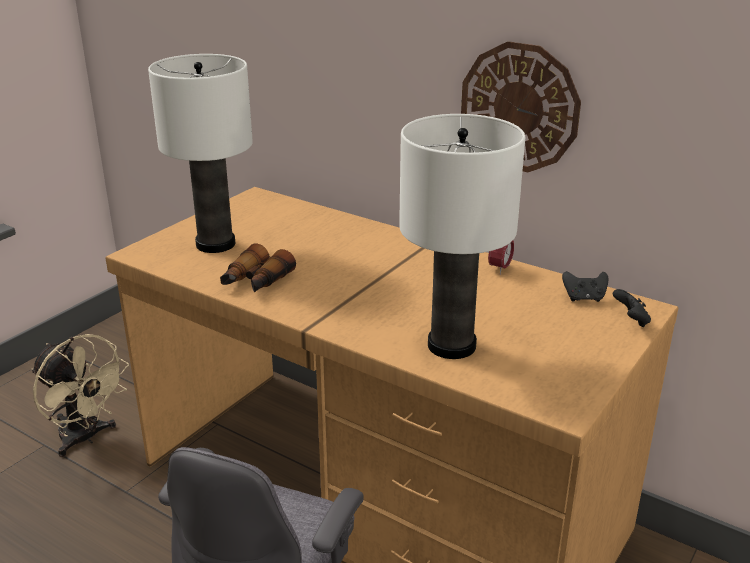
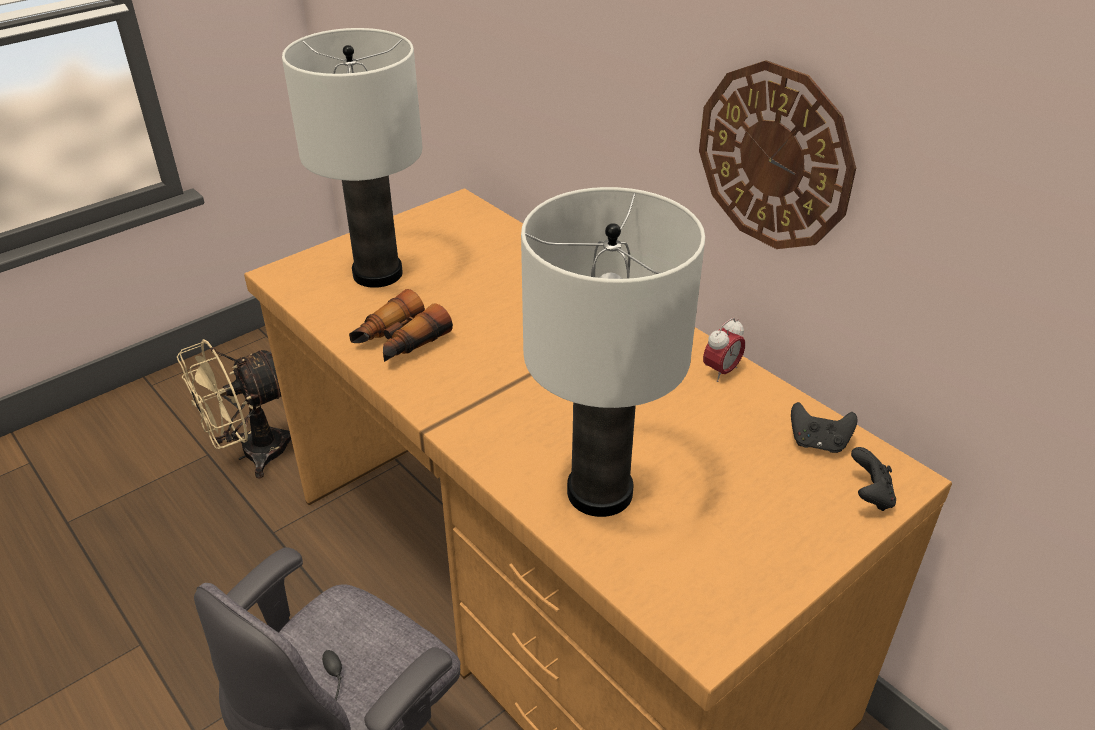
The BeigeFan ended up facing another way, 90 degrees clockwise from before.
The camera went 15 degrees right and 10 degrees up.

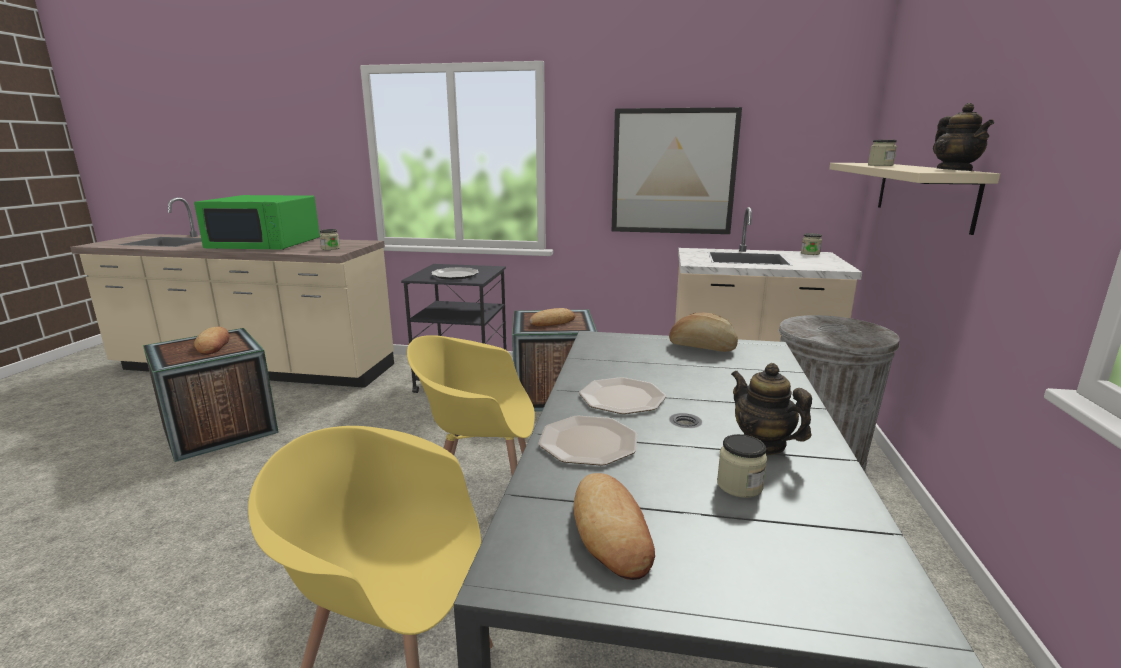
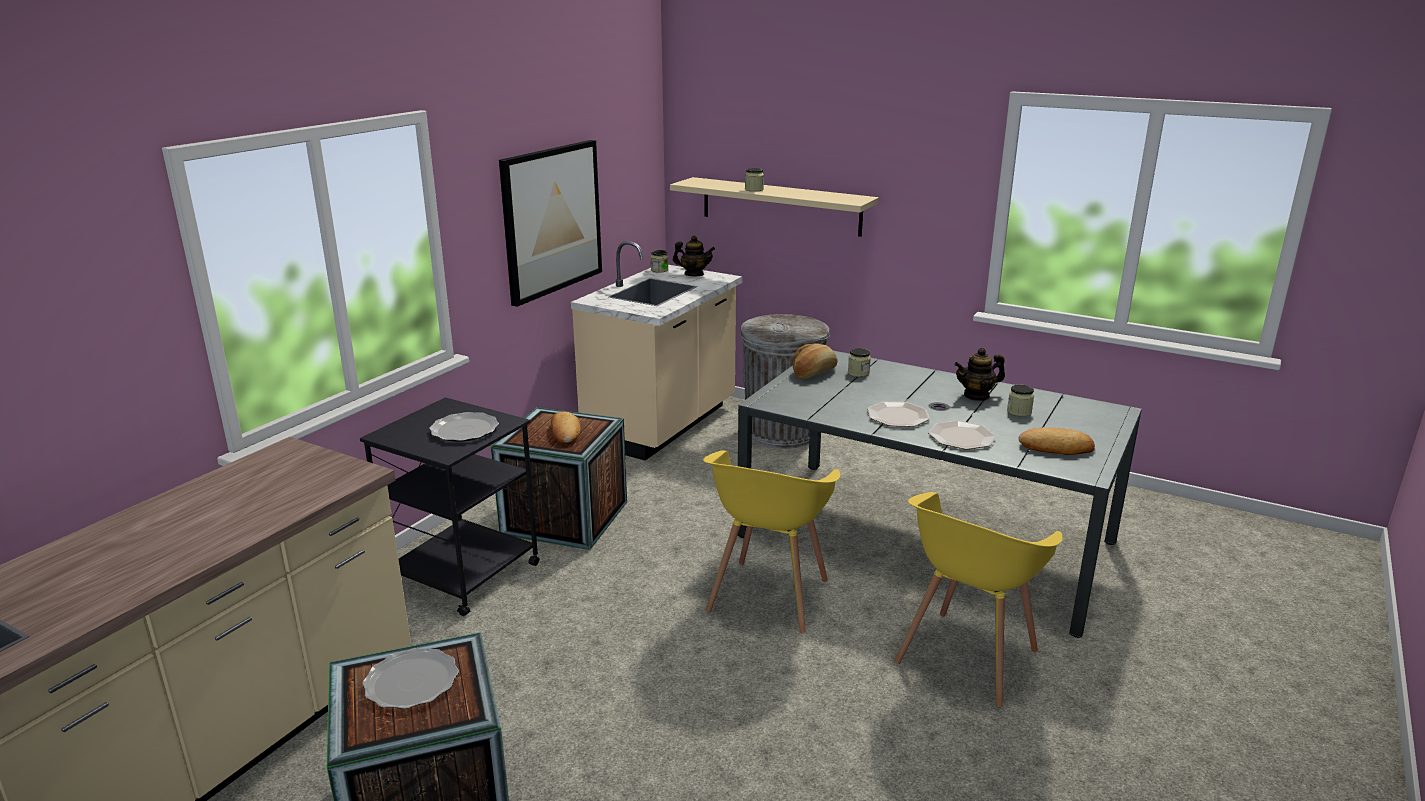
The Teapot (2nd from left in the first image) ended up elsewhere.
The second view lost the GreenMicrowave.
The Jar (1st from left in the first image) ended up elsewhere.
Where the Bread (1st from left) stood, the Plate (1st from left) came to stand.
The camera went 70 degrees left and 5 degrees up.

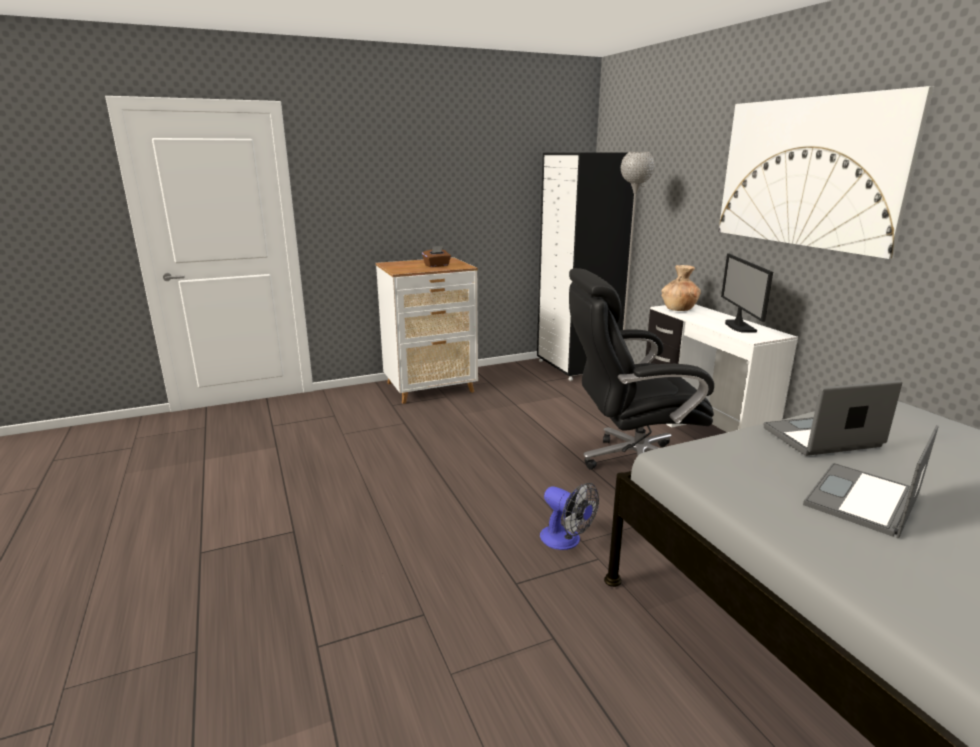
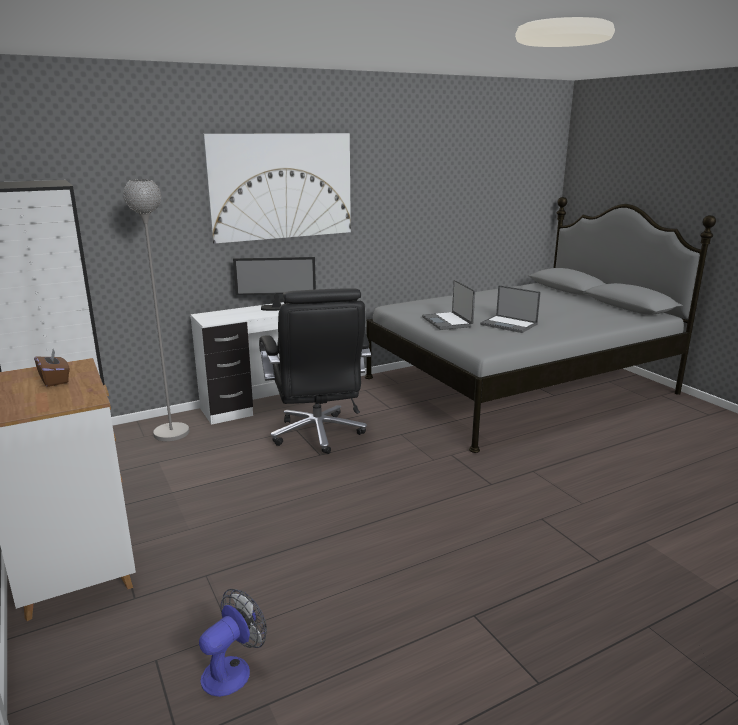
The second view lost the BrownVase.
The Fan ended up elsewhere.
The camera went 95 degrees left and 0 degrees up.

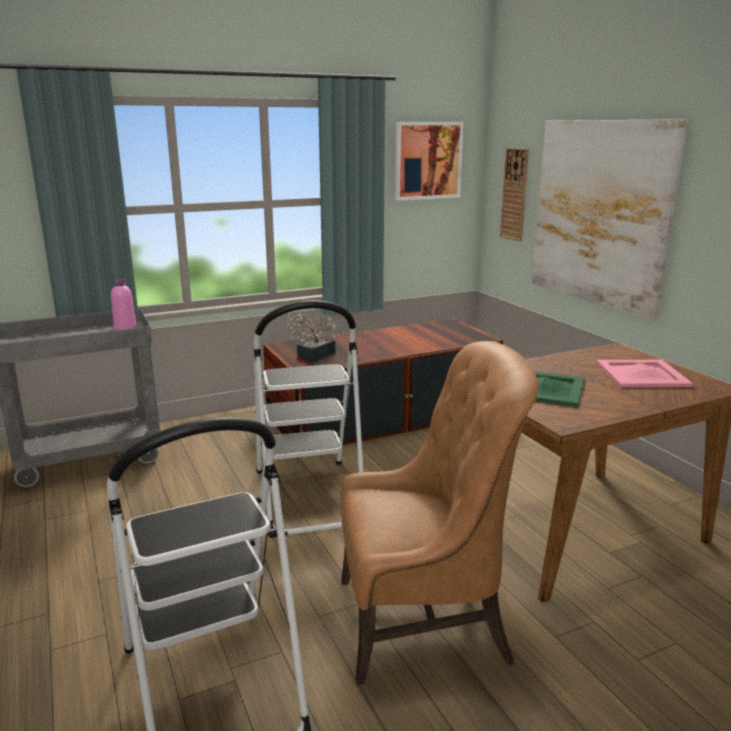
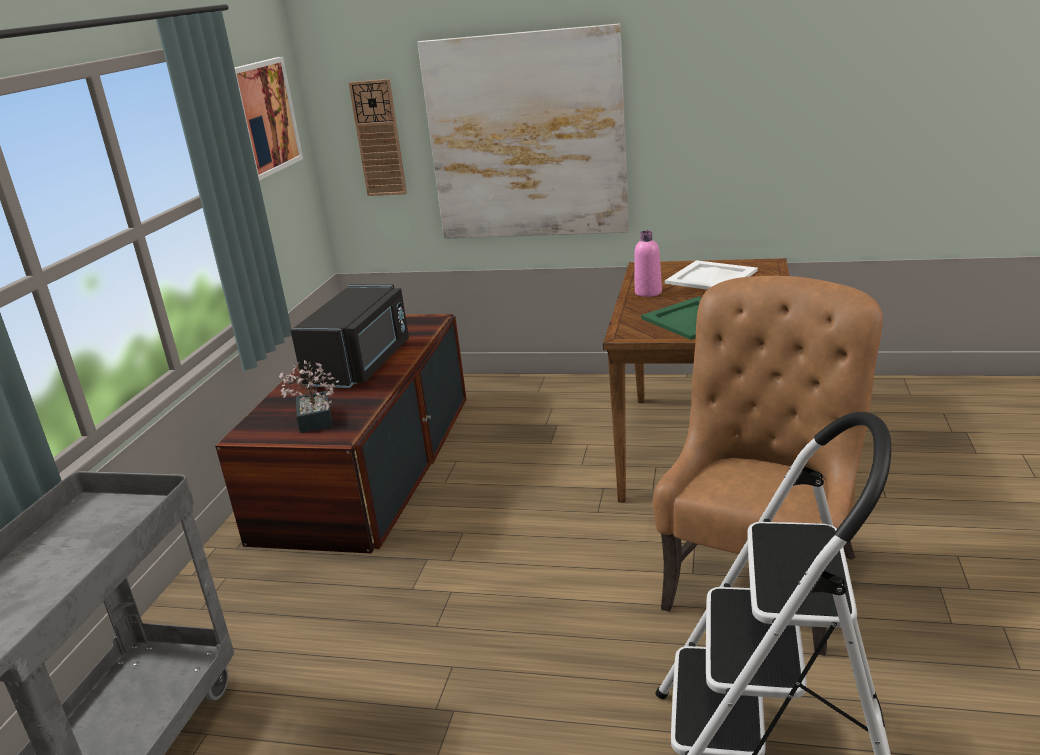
The PinkBottle ended up elsewhere.
The second view lost the StepLadder (2nd from left).
What was the PinkTray turned into the WhiteTray.
The second view gained the BlackMicrowave.
The camera went 50 degrees left and 5 degrees up.

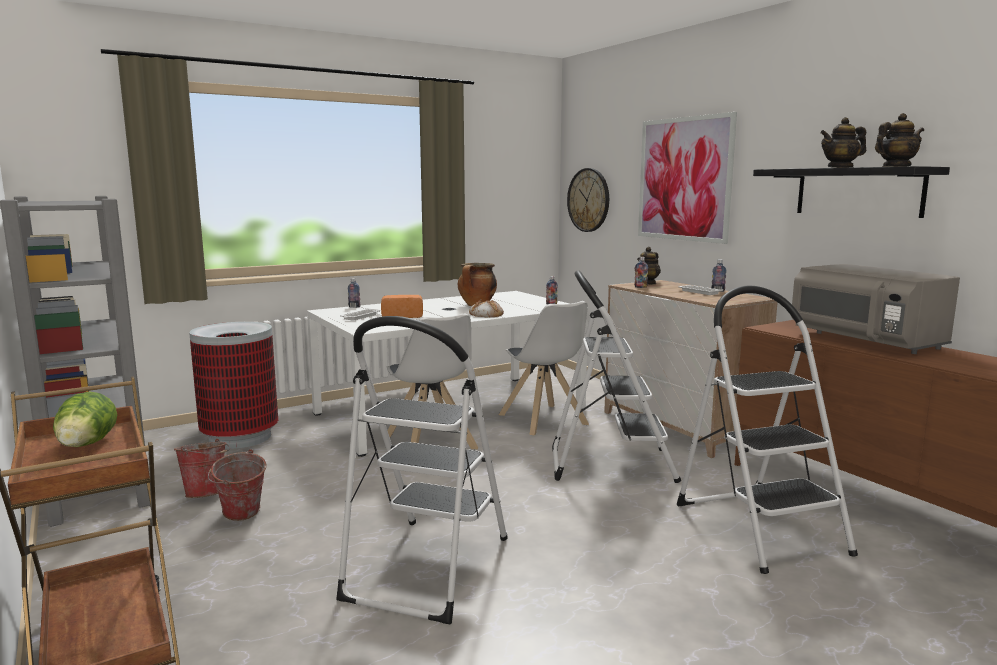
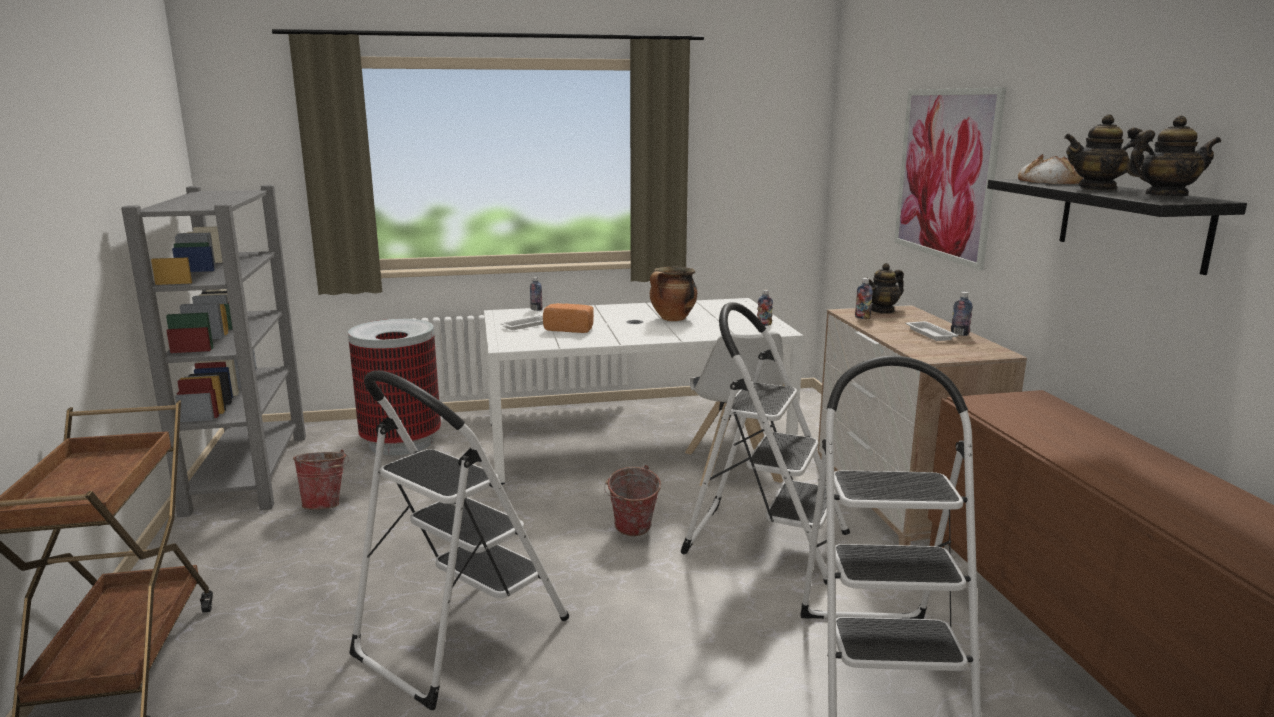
The second view lost the WallClock.
The second view lost the GreyMicrowave.
The Bread (2nd from left) ended up elsewhere.
The second view lost the Chair (1st from left).
The second view lost the Lettuce.
The Bucket (2nd from left) ended up elsewhere.
The camera went 20 degrees right and 5 degrees up.

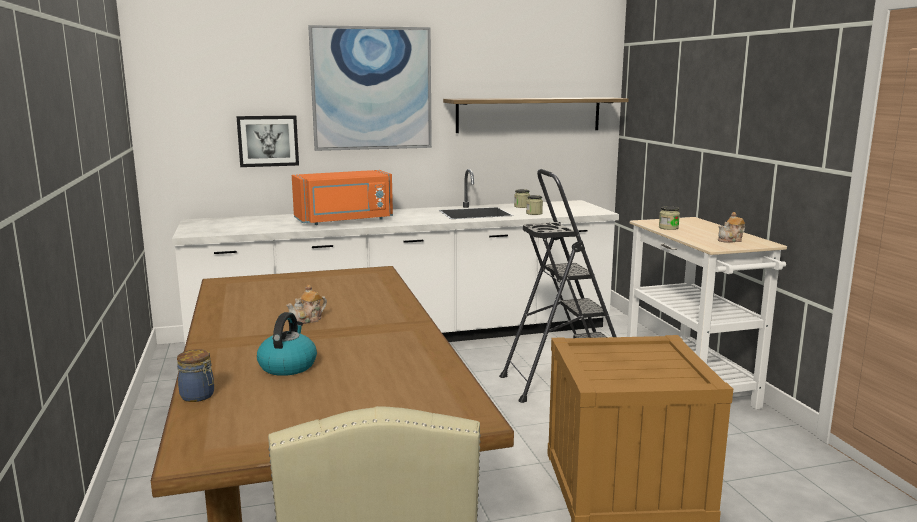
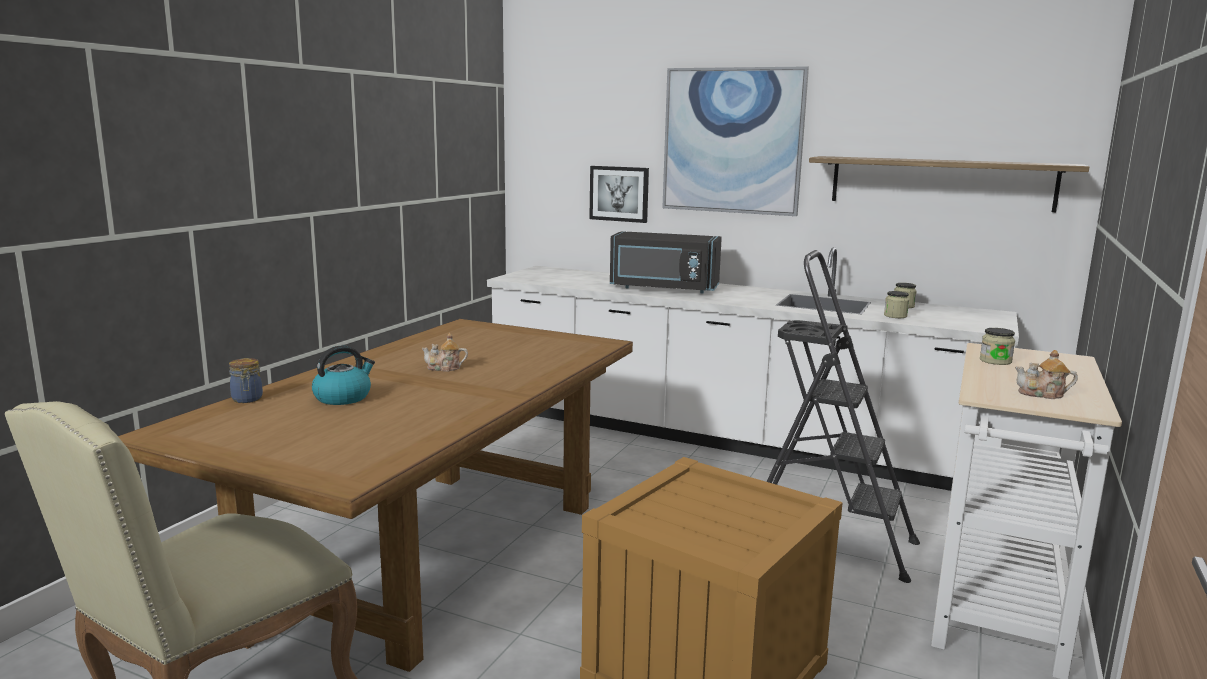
What was the OrangeMicrowave turned into the BlackMicrowave.
The camera went 40 degrees right and 0 degrees up.

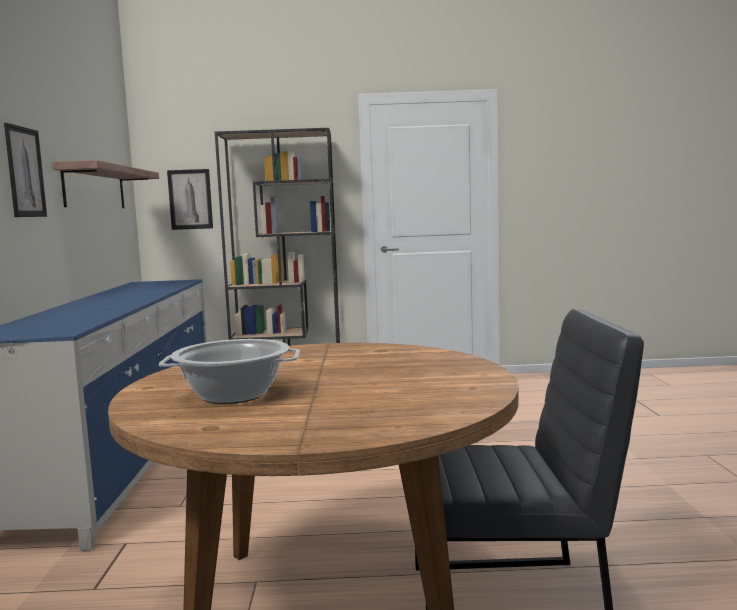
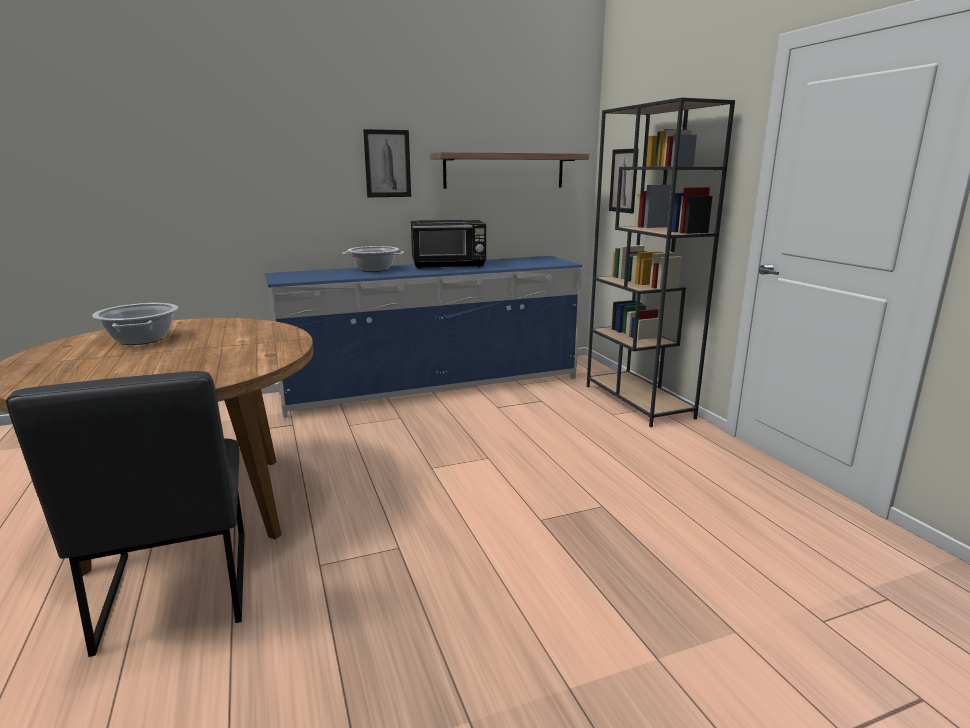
The second view gained the BlackMicrowave.
The second view gained the CookingPot (2nd from left).
The camera went 70 degrees right and 10 degrees up.

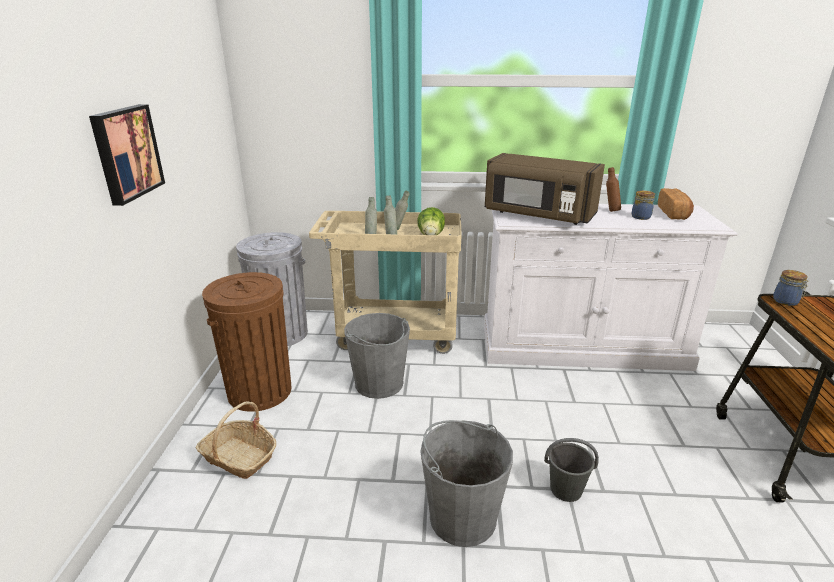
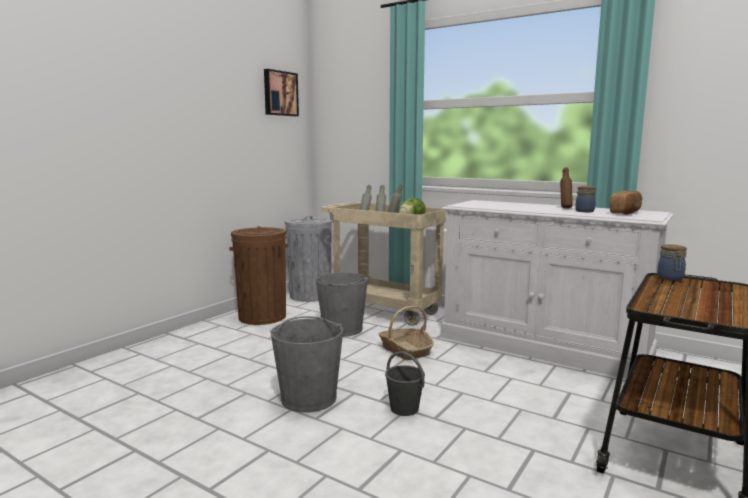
The Picture ended up elsewhere.
The second view lost the BrownMicrowave.
The Basket ended up elsewhere.
The camera went 30 degrees right and 15 degrees down.

